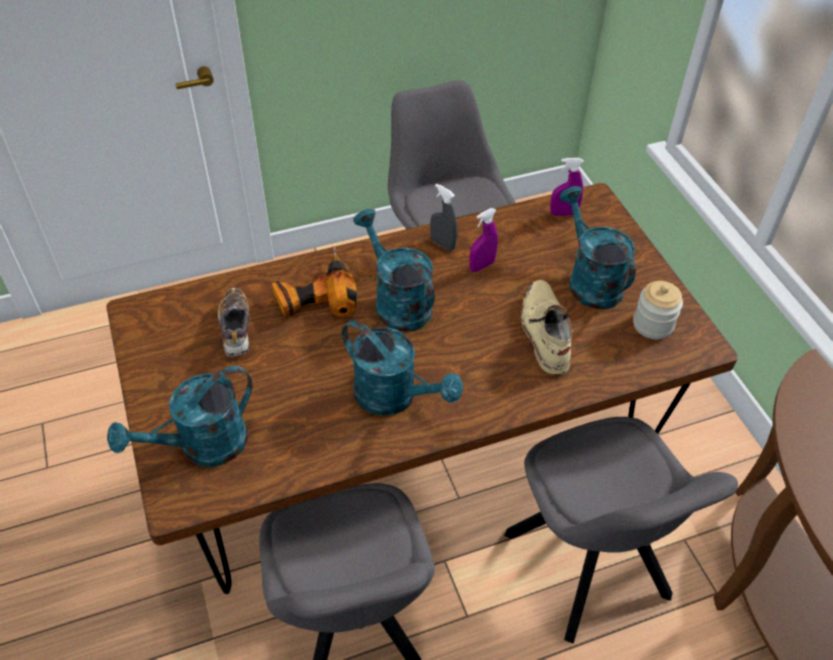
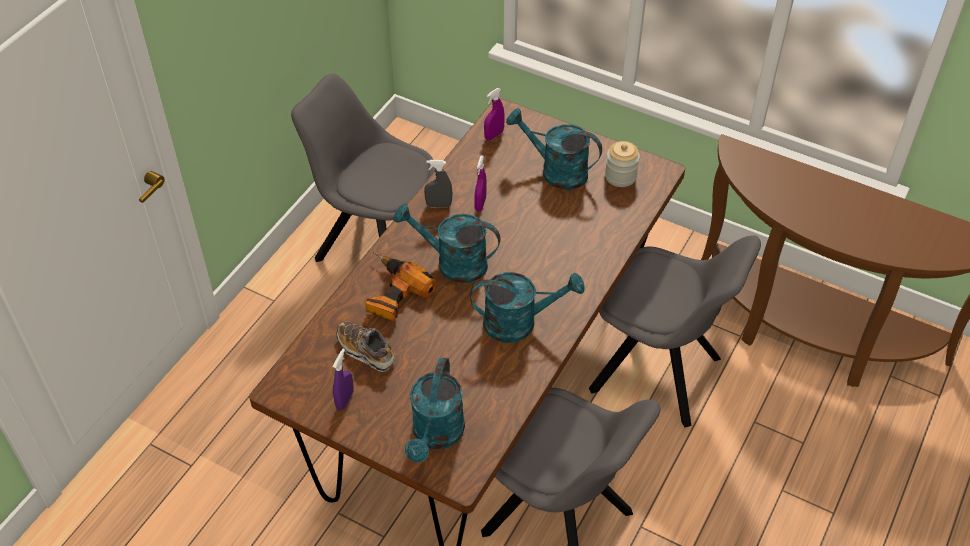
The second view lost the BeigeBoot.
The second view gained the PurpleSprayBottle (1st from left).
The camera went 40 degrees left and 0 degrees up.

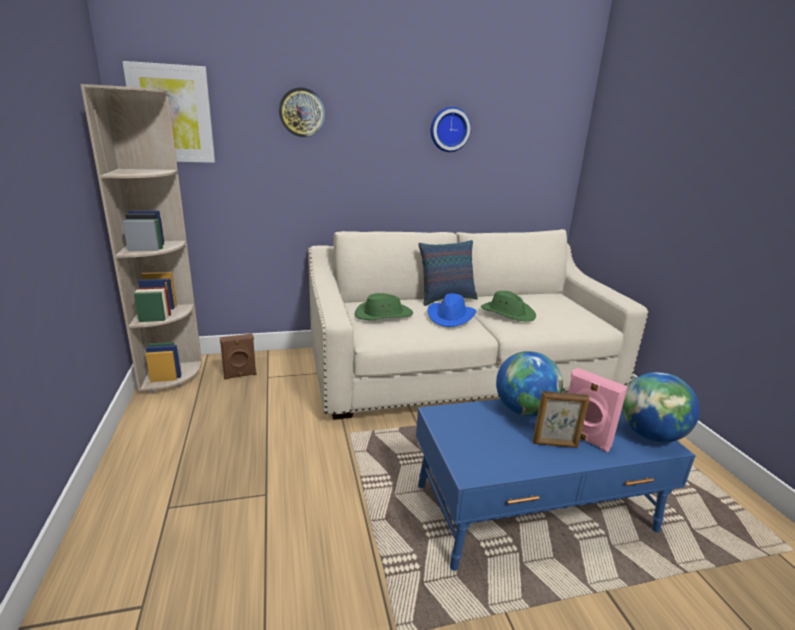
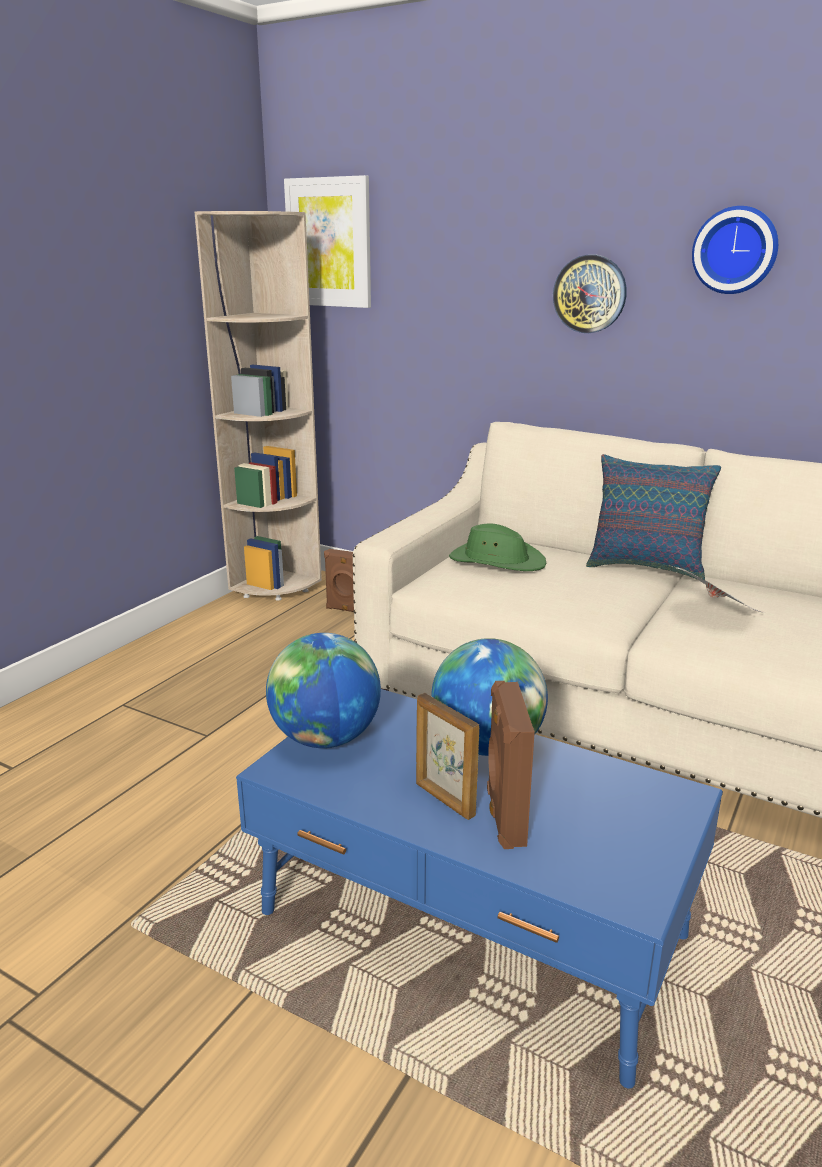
The WallClock (1st from left) ended up elsewhere.
Where the GreenHat (2nd from left) stood, the Newspaper came to stand.
The second view lost the BlueHat.
What was the PinkSpeaker turned into the BrownSpeaker (2nd from left).
The Globe (2nd from left in the first image) ended up elsewhere.
The camera went 45 degrees right and 0 degrees up.

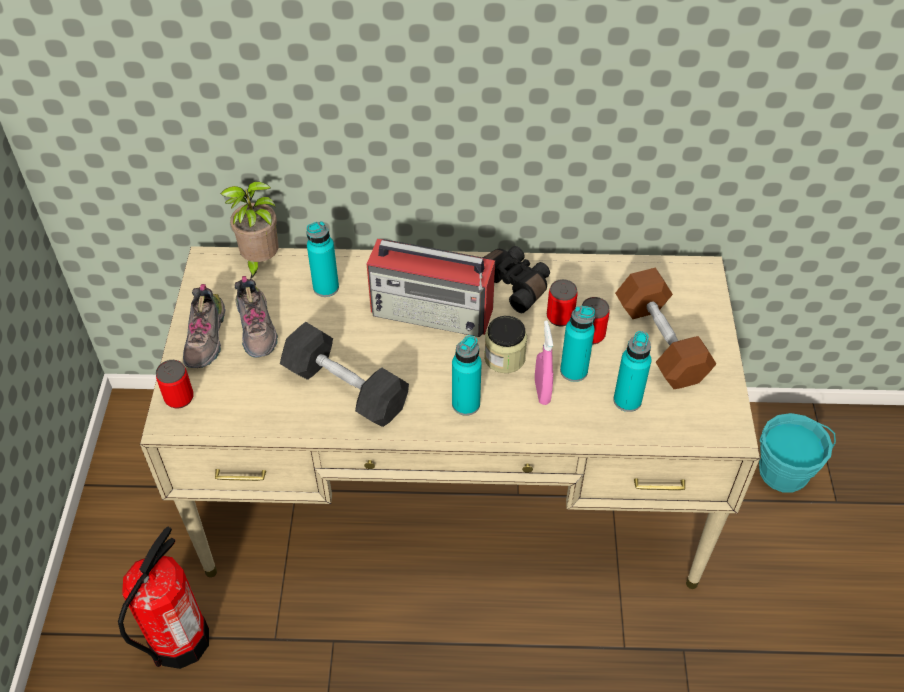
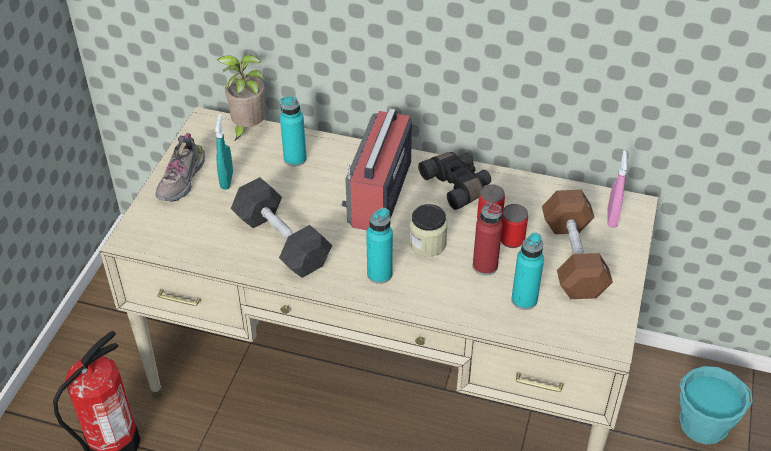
The Radio ended up facing another way, 75 degrees clockwise from before.
Where the Shoe (2nd from left) stood, the TurquoiseSprayBottle came to stand.
What was the TurquoiseBottle (3rd from left) turned into the RedBottle.
The PinkSprayBottle ended up elsewhere.
The second view lost the Can (1st from left).
The camera went 15 degrees right and 5 degrees down.

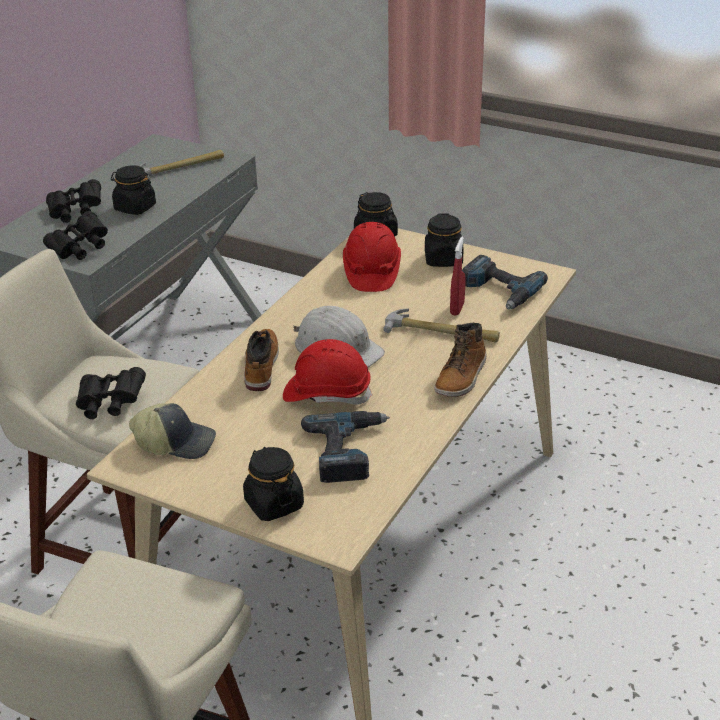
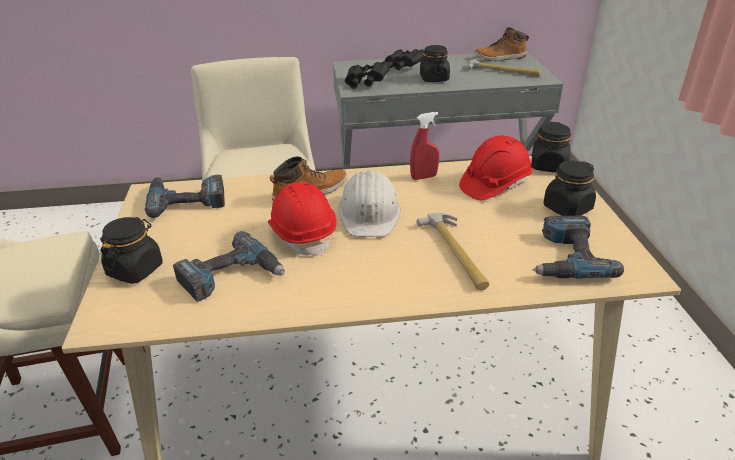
The RedSprayBottle ended up elsewhere.
The Boot (2nd from left) ended up elsewhere.
The second view lost the BlackBinoculars (3rd from left).
Where the Cap stood, the PowerDrill (1st from left) came to stand.
The camera went 55 degrees right and 0 degrees up.

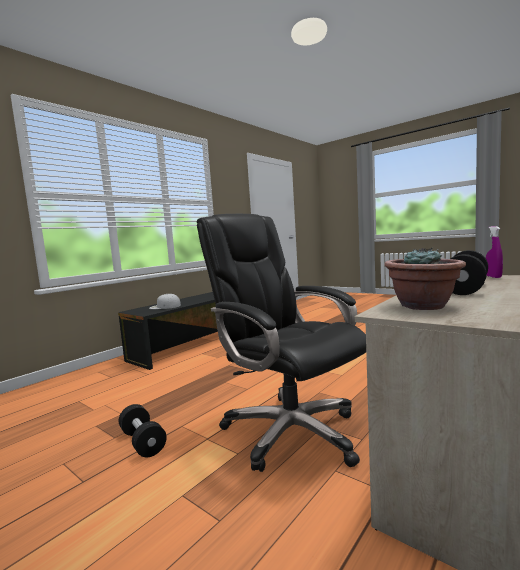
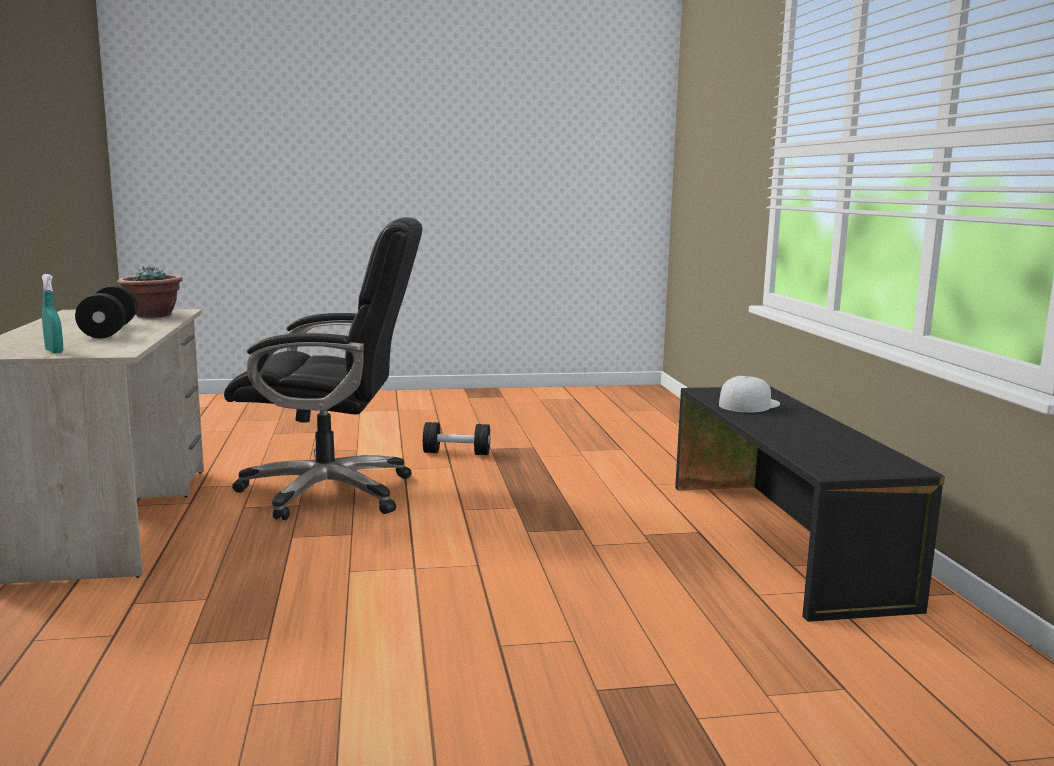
What was the PurpleSprayBottle turned into the TurquoiseSprayBottle.
The camera went 130 degrees right and 5 degrees up.

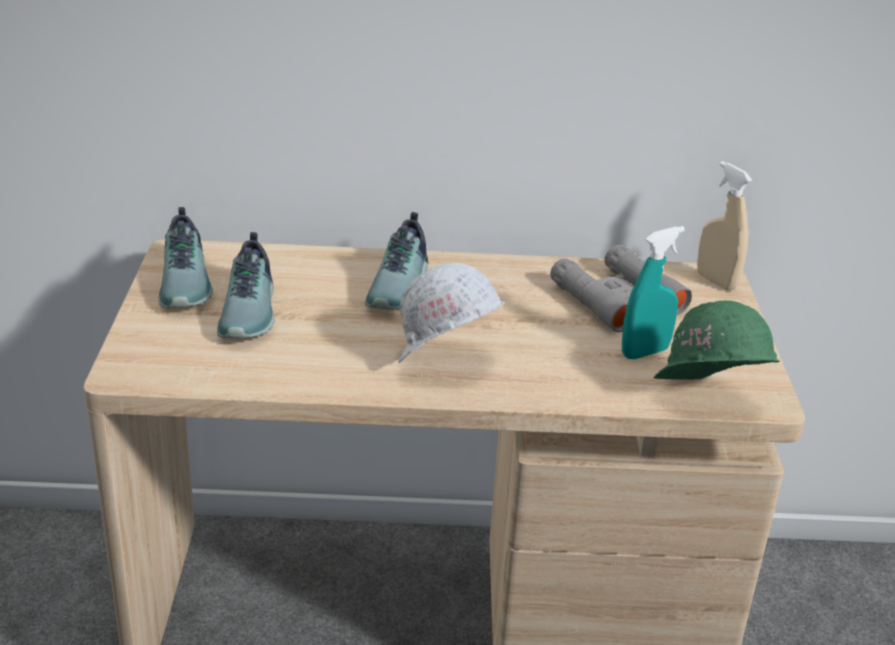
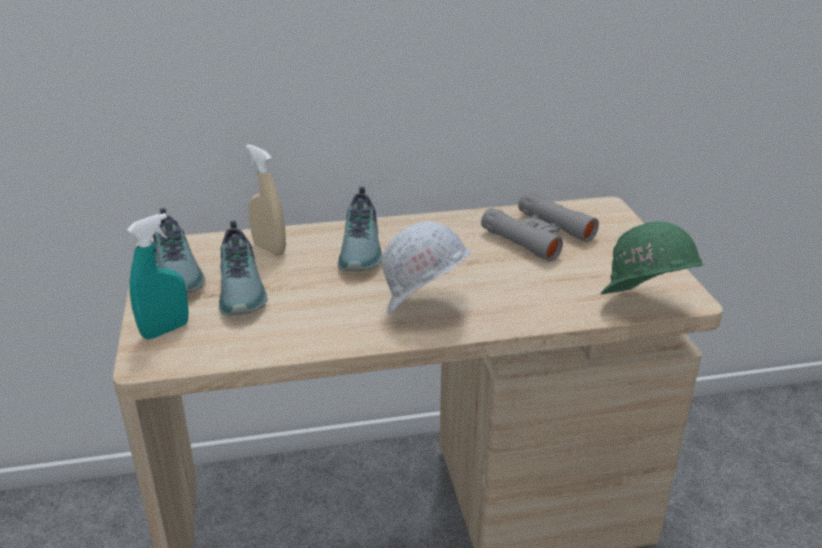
The BeigeSprayBottle ended up elsewhere.
The TurquoiseSprayBottle ended up elsewhere.
The camera went 10 degrees left and 0 degrees up.

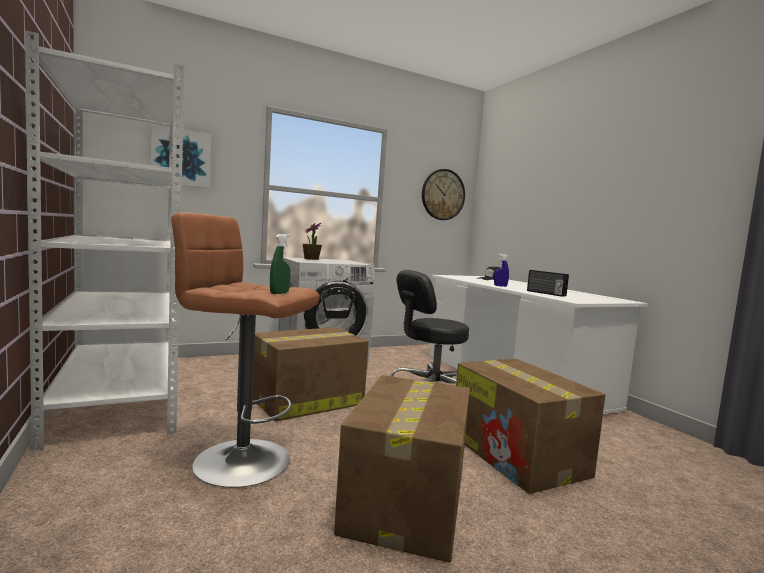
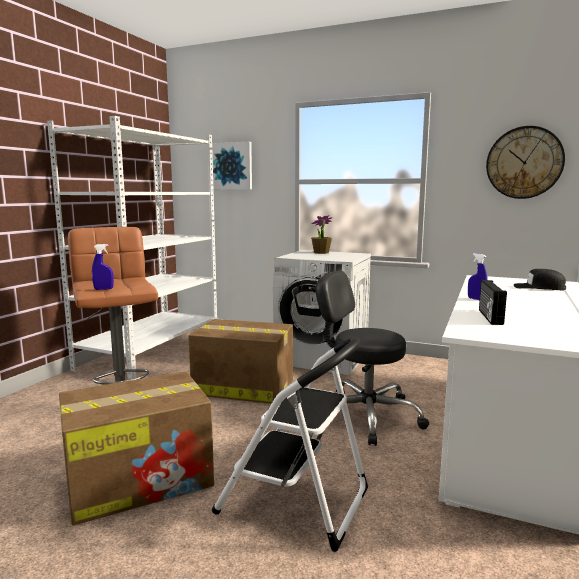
What was the GreenSprayBottle turned into the BlueSprayBottle (1st from left).
Where the CardboardBox (3rd from left) stood, the StepLadder came to stand.
The camera went 50 degrees right and 5 degrees up.

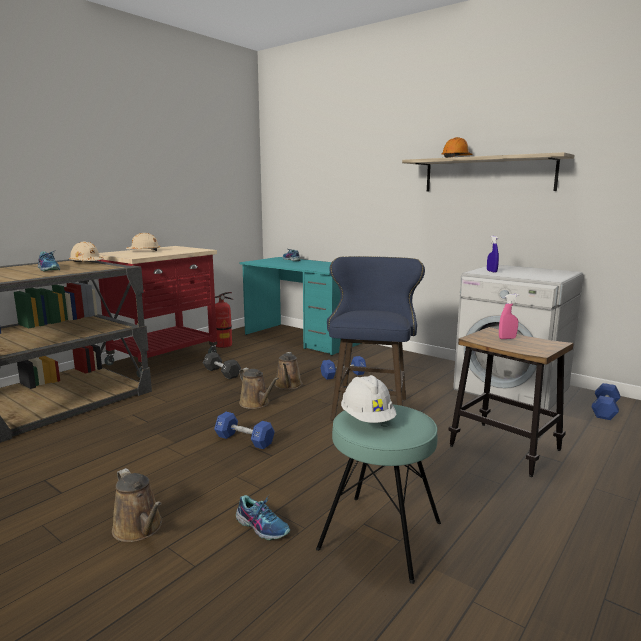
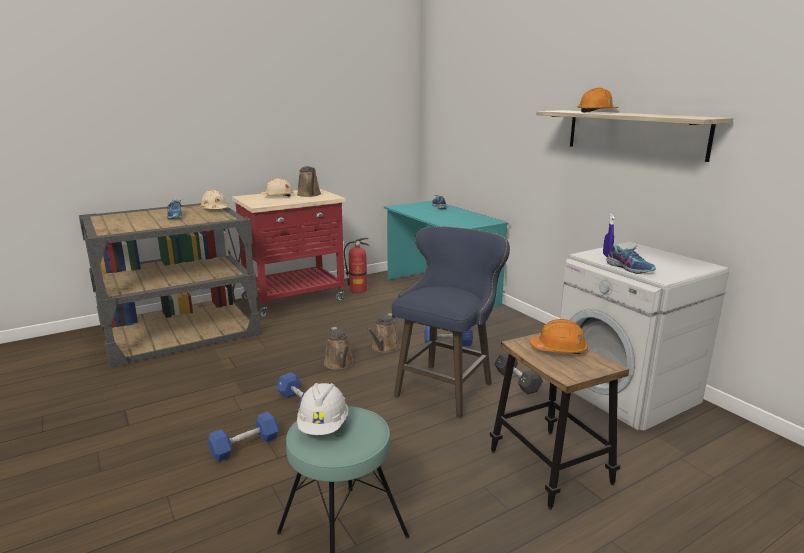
Where the PinkSprayBottle stood, the OrangeHardHat (1st from left) came to stand.
The BlackDumbbell ended up elsewhere.
The BlueDumbbell (3rd from left in the first image) ended up elsewhere.
The BrownWateringCan (1st from left) ended up elsewhere.
The Shoe (2nd from left in the first image) ended up elsewhere.
The camera went 20 degrees right and 5 degrees up.

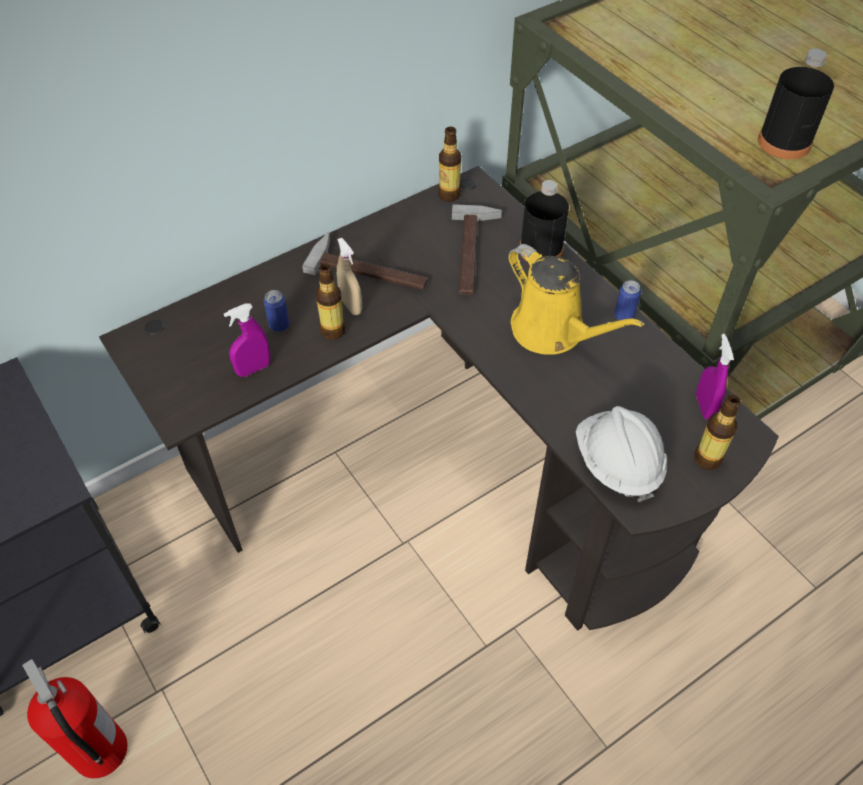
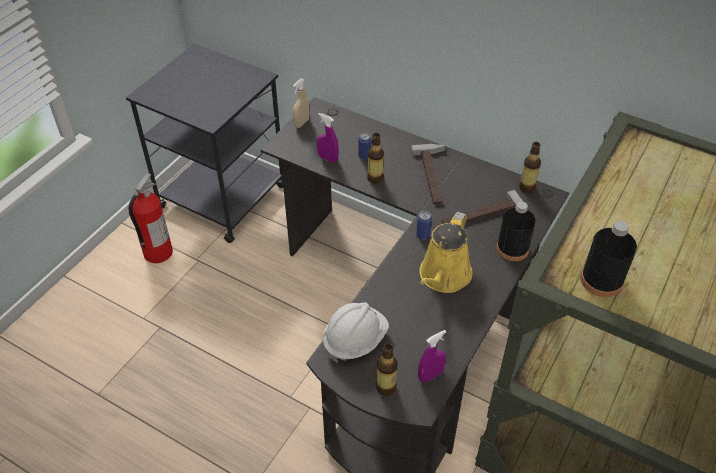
The BeigeSprayBottle ended up elsewhere.
The Can (2nd from left) ended up elsewhere.
The camera went 65 degrees right and 5 degrees down.

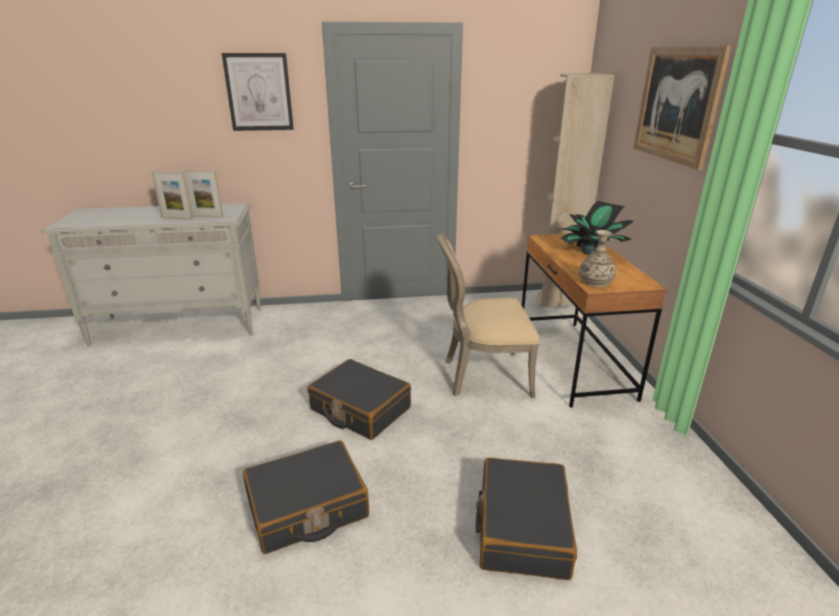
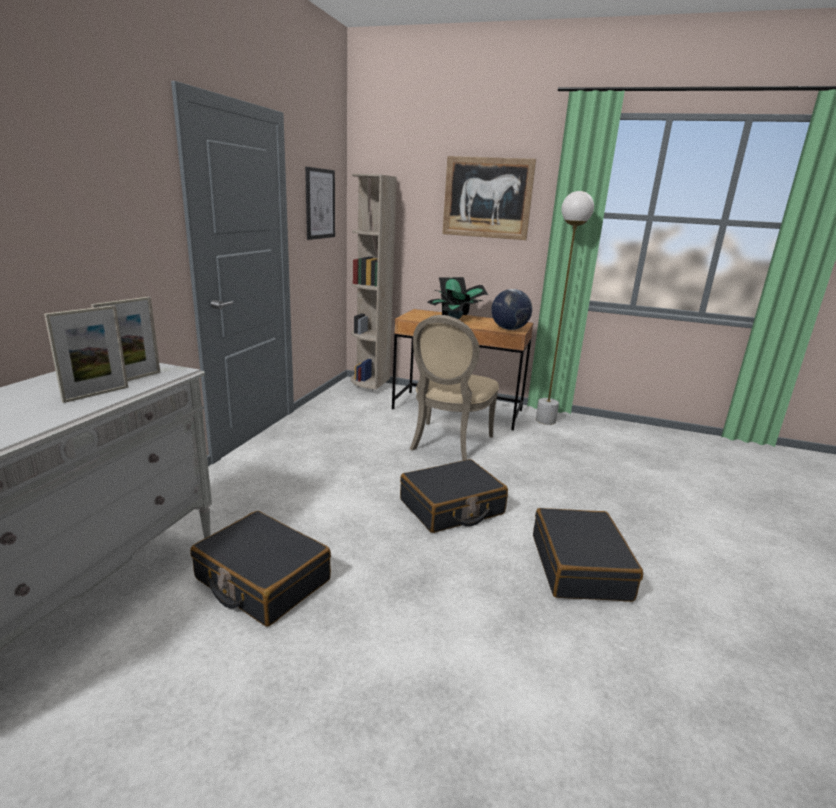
The Picture (1st from left) ended up elsewhere.
Where the Vase stood, the Globe came to stand.
The BlackSuitcase (3rd from left in the first image) ended up elsewhere.
The second view gained the WhiteFloorLamp.
The camera went 65 degrees left and 5 degrees down.

